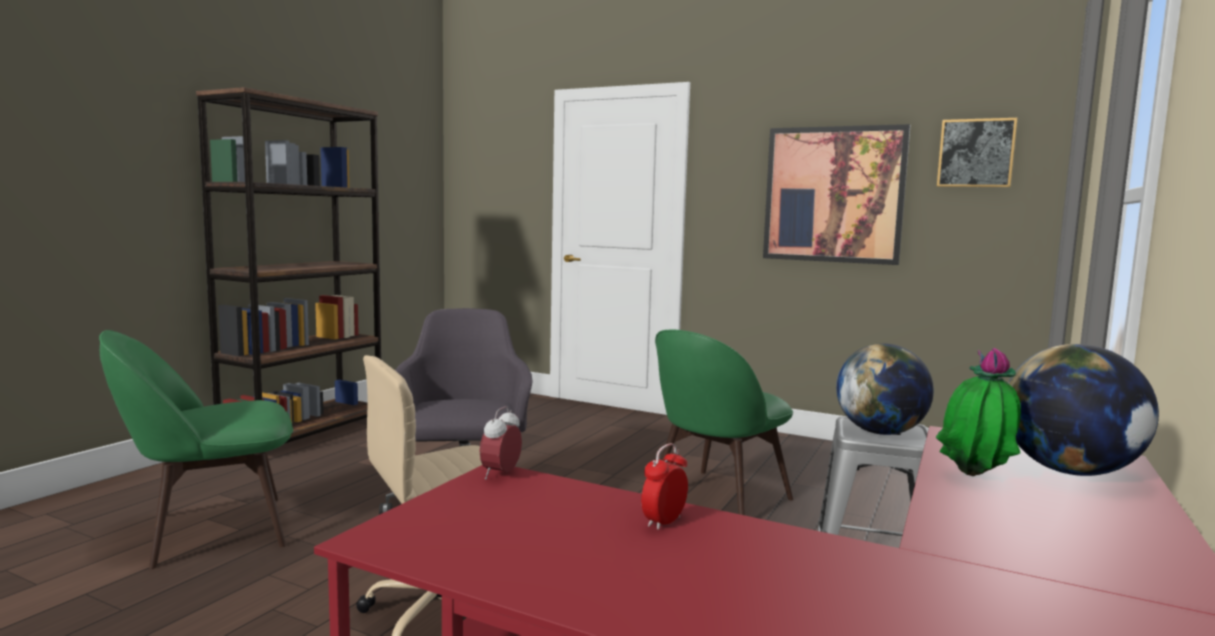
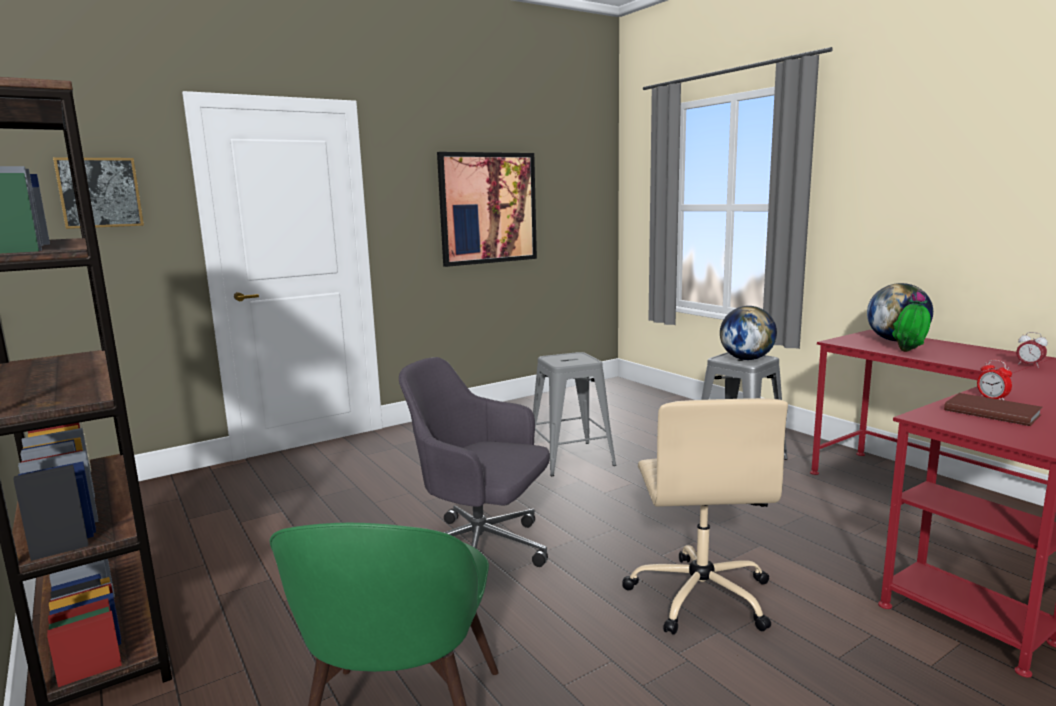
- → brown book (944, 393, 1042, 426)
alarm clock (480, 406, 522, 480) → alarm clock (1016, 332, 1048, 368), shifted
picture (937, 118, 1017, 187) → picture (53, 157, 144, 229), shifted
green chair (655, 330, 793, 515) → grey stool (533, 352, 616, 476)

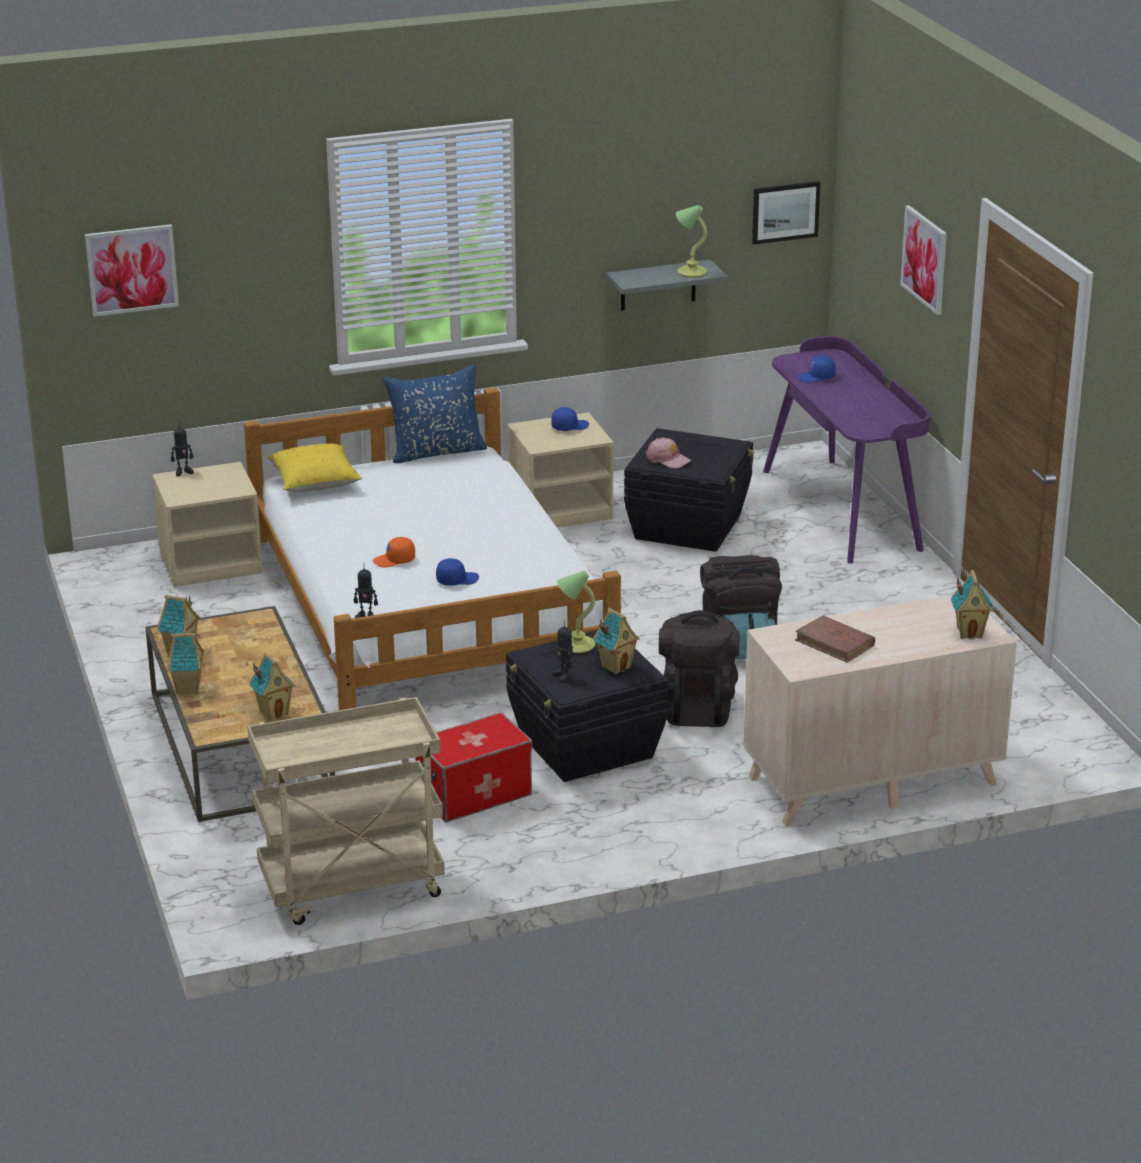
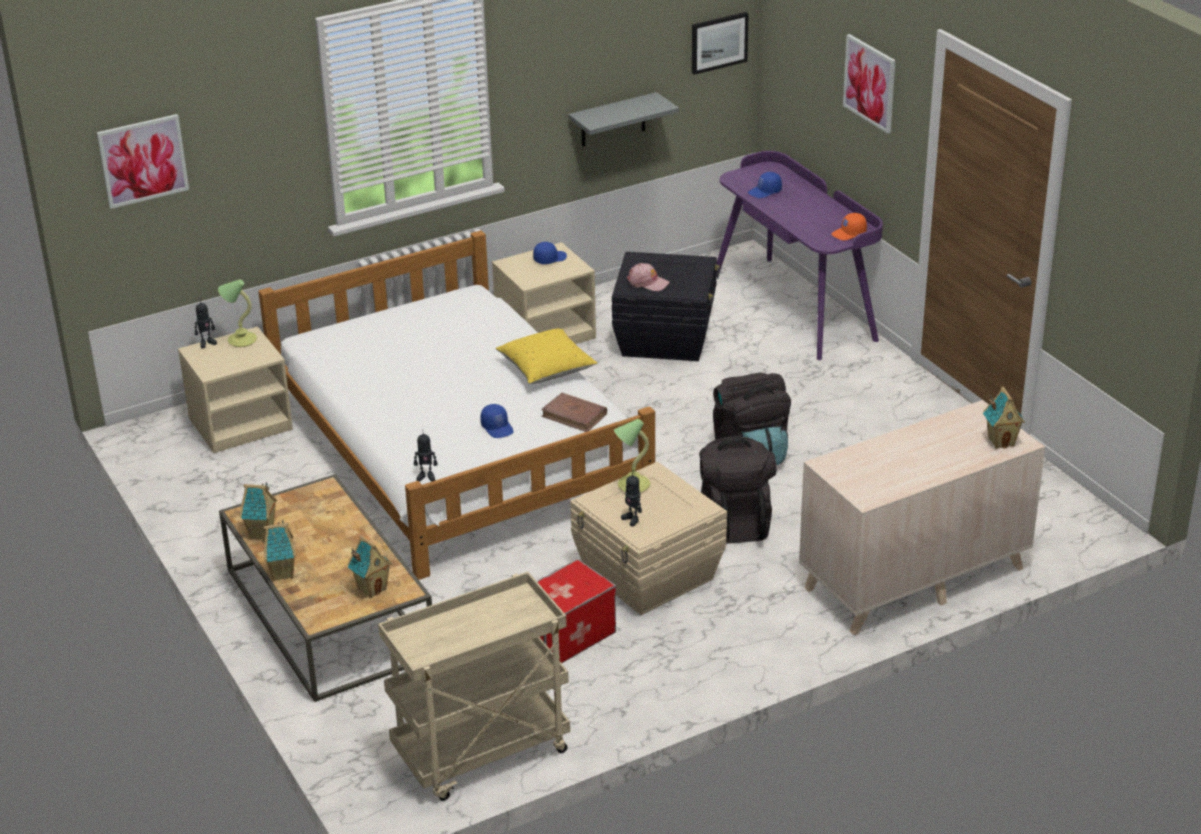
blue pillow (383, 365, 487, 463) → -
toy house (593, 608, 640, 675) → -
yellow pillow (268, 444, 362, 492) → yellow pillow (496, 329, 597, 384), shifted
orange cap (373, 537, 415, 568) → orange cap (832, 213, 867, 240), shifted
table lamp (676, 205, 707, 277) → table lamp (218, 279, 257, 347), shifted
brown book (795, 615, 875, 662) → brown book (541, 393, 607, 432), shifted
black storage box (506, 630, 668, 782) → beige storage box (570, 462, 727, 615)
blue cap (436, 558, 479, 586) → blue cap (480, 404, 514, 438), 90 degrees clockwise

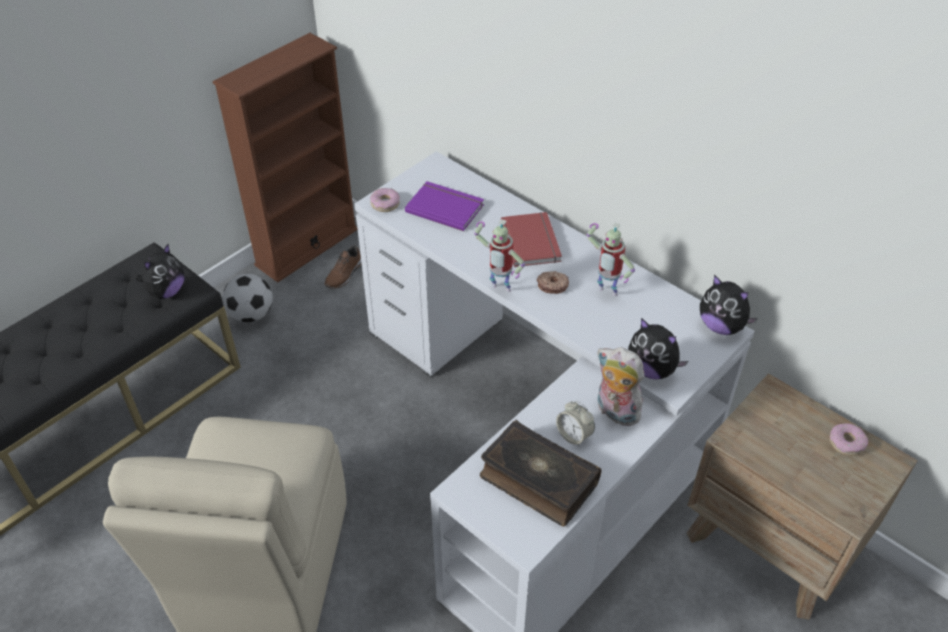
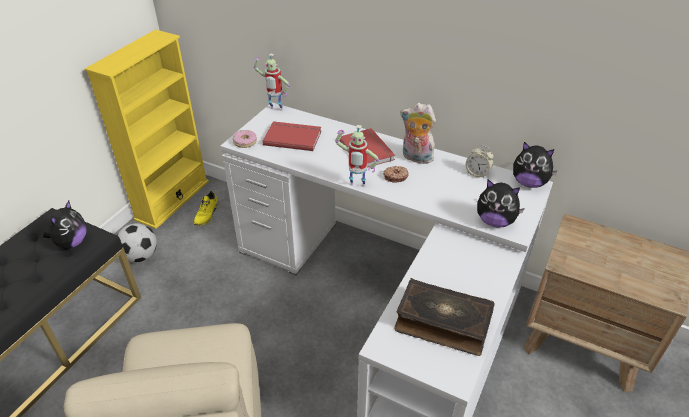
donut (830, 423, 868, 456) → -
alarm clock (556, 401, 595, 446) → alarm clock (466, 145, 494, 178), shifted
toy robot (587, 222, 635, 296) → toy robot (254, 54, 290, 111), shifted
plush toy (598, 347, 644, 426) → plush toy (400, 103, 436, 164), shifted
brown bookcase (212, 33, 358, 282) → yellow bookcase (85, 30, 209, 229)
brown shoe (324, 245, 362, 288) → yellow shoe (194, 191, 219, 226)
purple book (405, 181, 484, 231) → red book (263, 121, 321, 151)

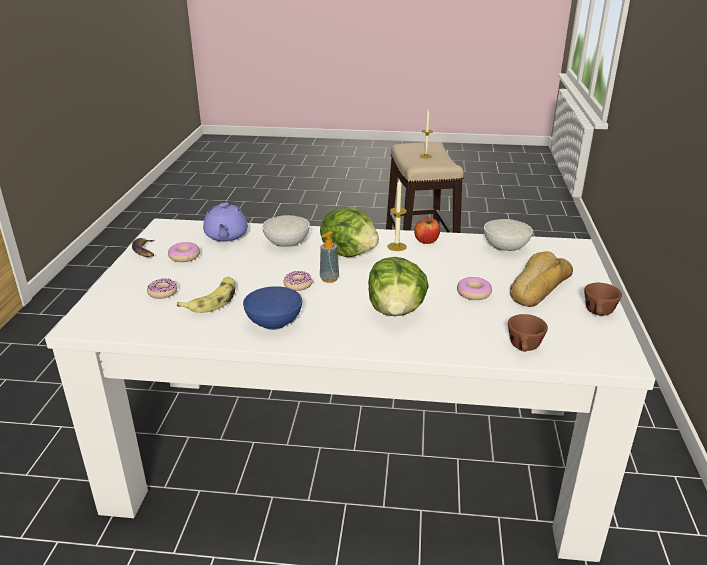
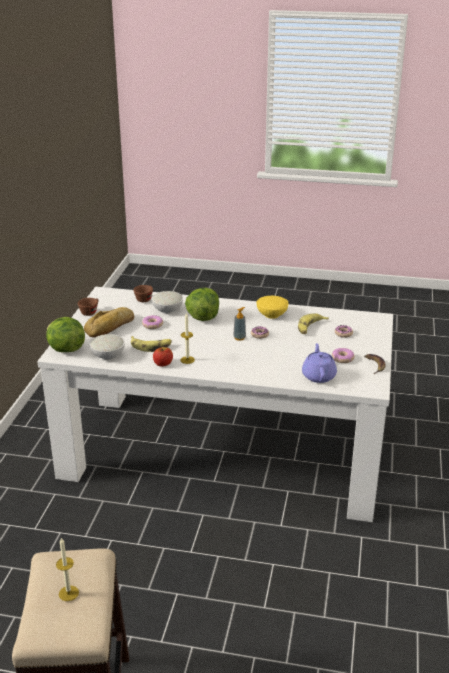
- → banana (131, 336, 172, 352)
white bowl (262, 215, 310, 248) → white bowl (151, 291, 183, 314), shifted
lettuce (320, 207, 379, 257) → lettuce (46, 317, 85, 352), shifted
blue bowl (243, 286, 302, 330) → yellow bowl (256, 296, 289, 319)

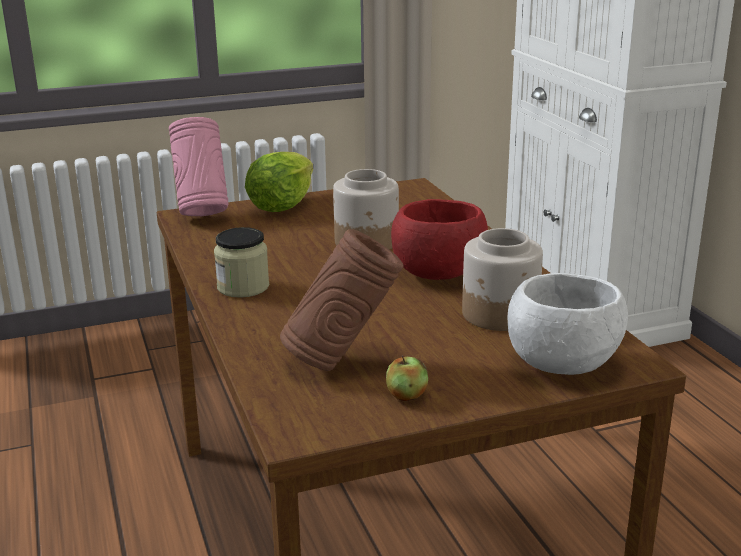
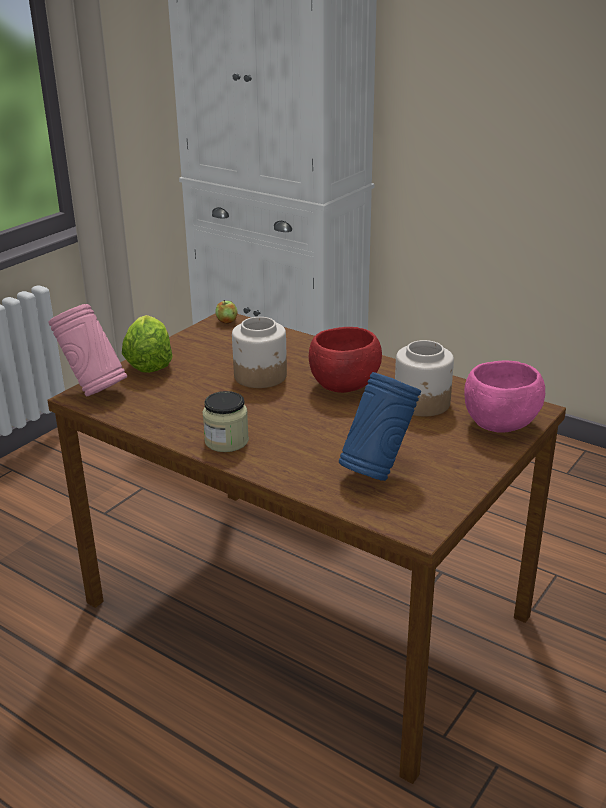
apple (386, 355, 428, 401) → apple (215, 300, 238, 324), shifted
brown vase (280, 229, 403, 371) → blue vase (339, 372, 421, 481)
white bowl (508, 273, 628, 375) → pink bowl (464, 360, 545, 433)

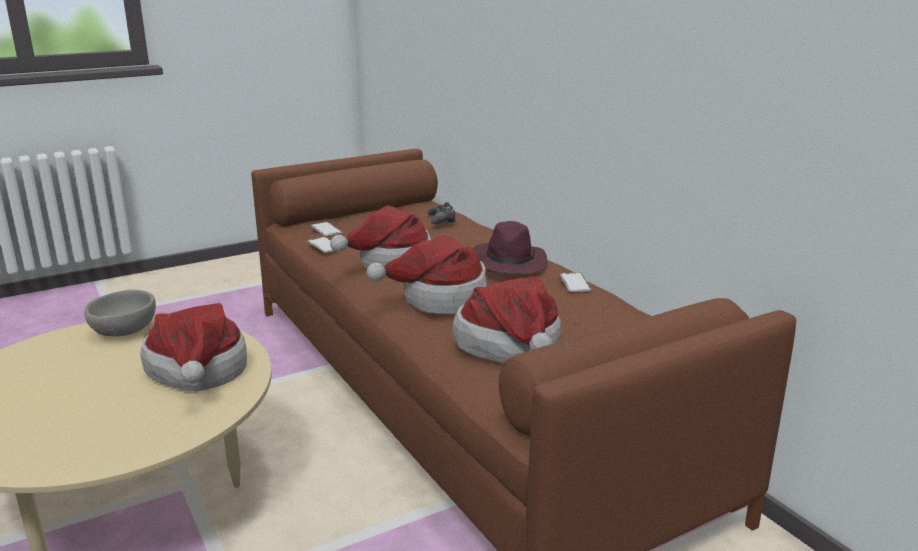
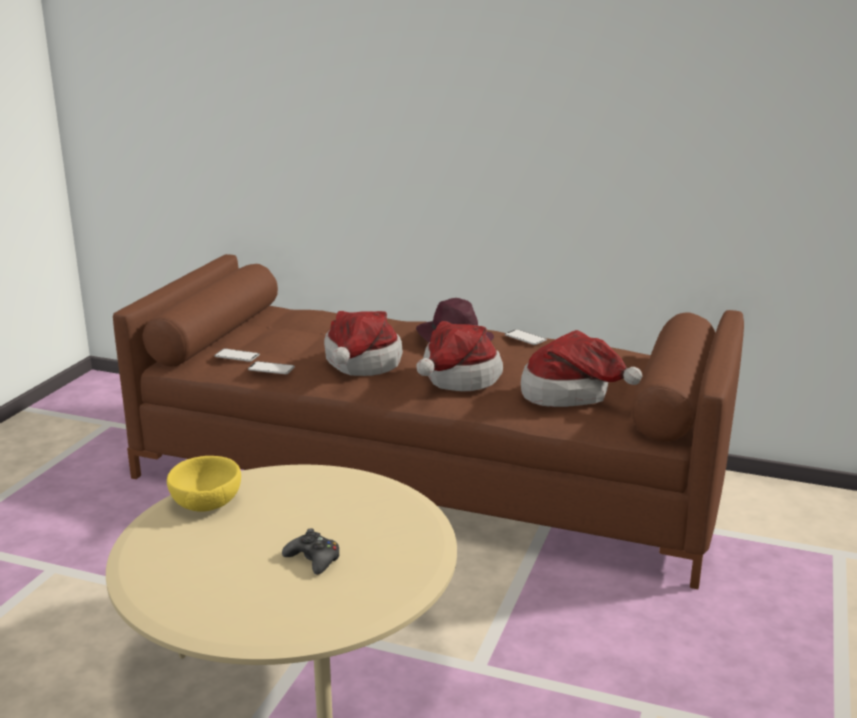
hat (140, 303, 247, 391) → -
black game controller (428, 202, 456, 224) → black game controller (282, 528, 340, 575), shifted
grey bowl (84, 290, 156, 336) → yellow bowl (167, 456, 241, 512)

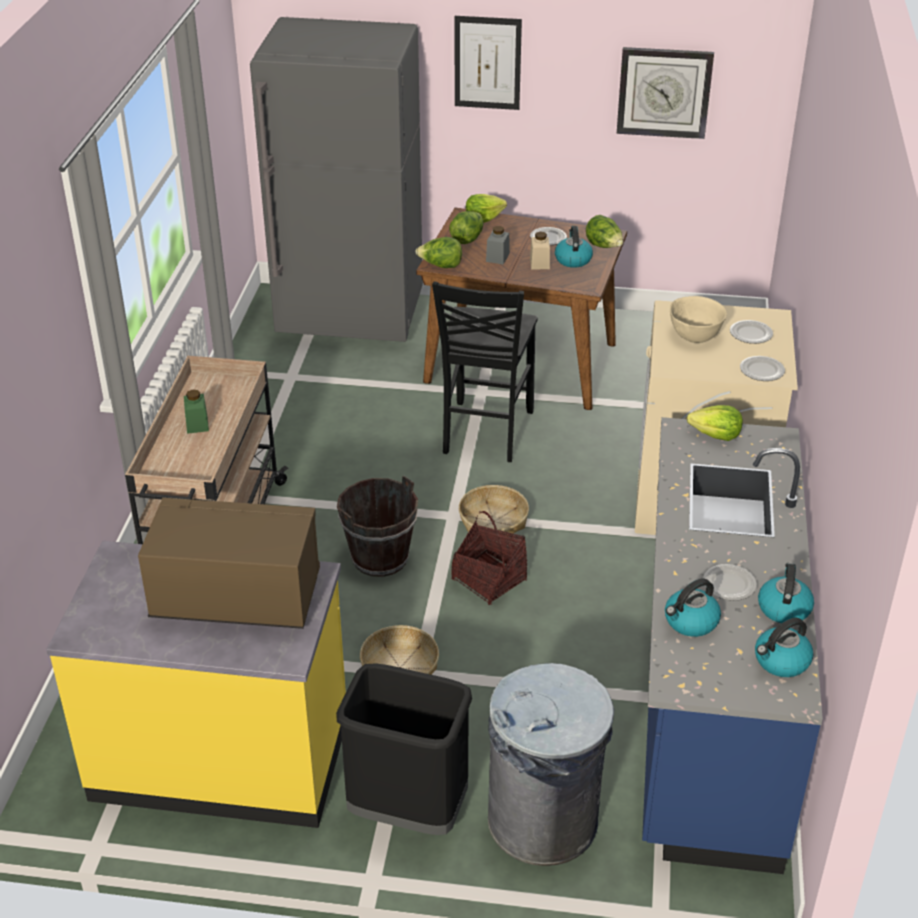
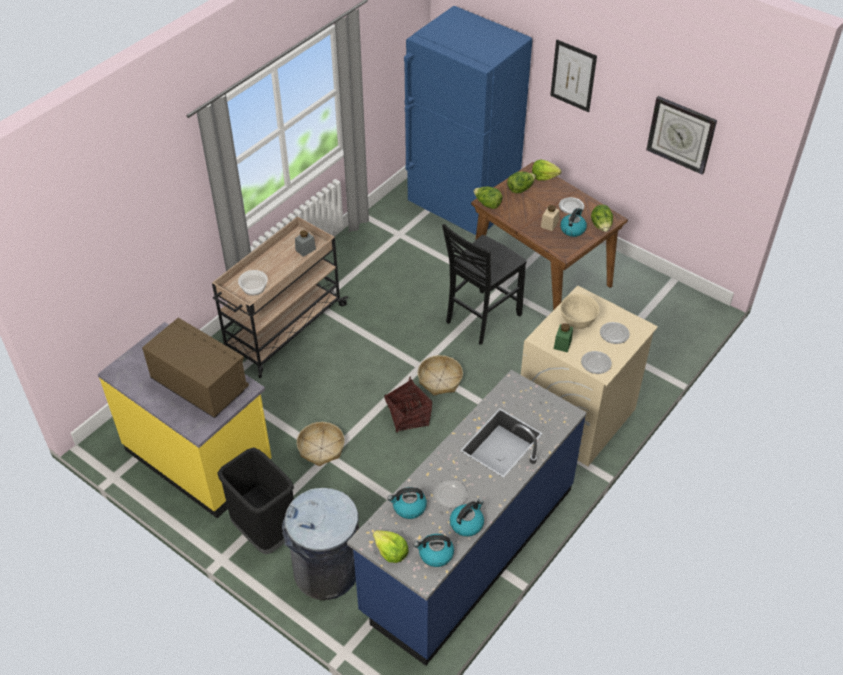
brown bucket (337, 476, 418, 577) → -
- → bowl (238, 270, 268, 296)
green jar (184, 390, 209, 434) → green jar (554, 323, 573, 353), shifted
grey jar (486, 226, 510, 264) → grey jar (295, 230, 316, 257), shifted
lettuce (687, 405, 743, 441) → lettuce (373, 530, 409, 563), shifted
grey fridge (250, 17, 423, 342) → blue fridge (404, 6, 532, 235)

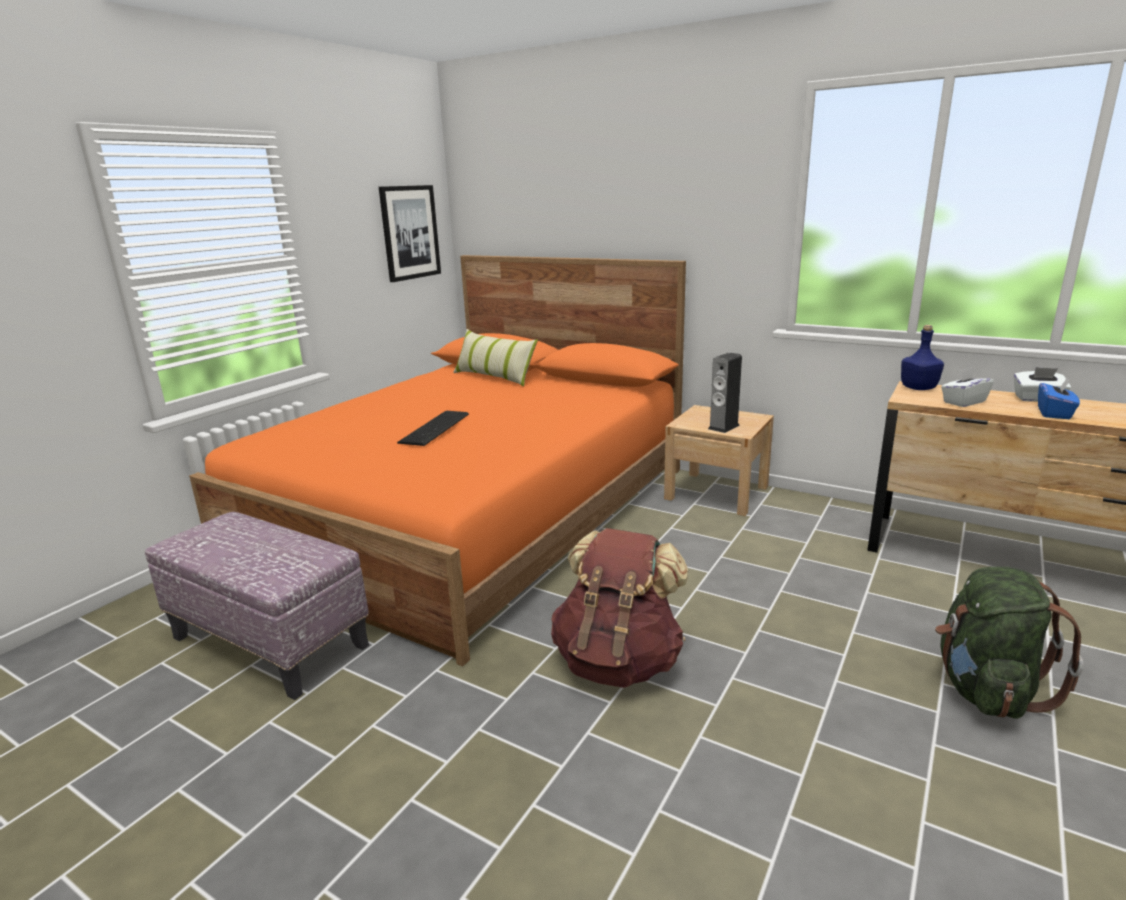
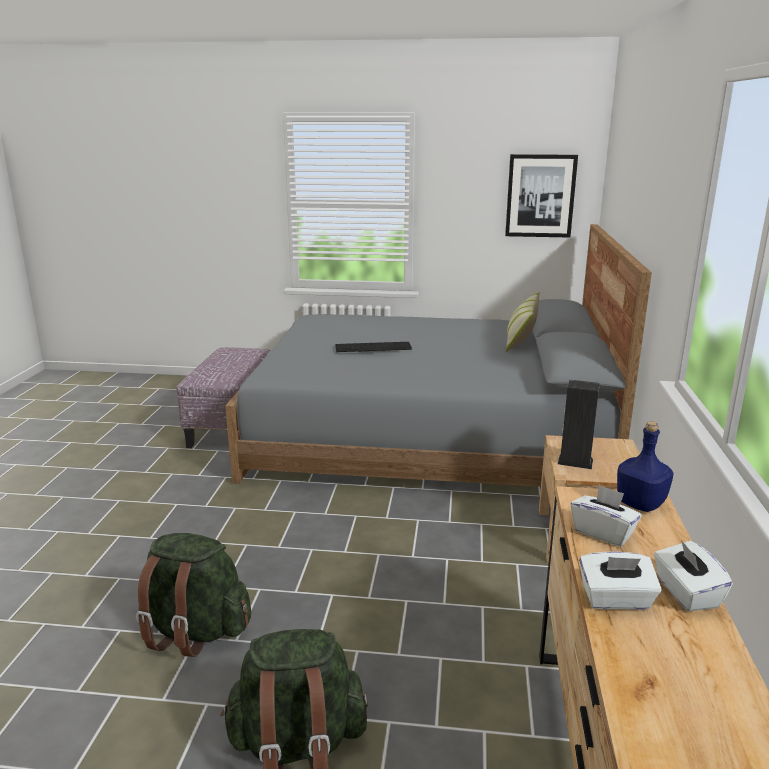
brown backpack (551, 528, 688, 688) → -
- → green backpack (136, 533, 251, 657)
orange bed (189, 255, 686, 666) → grey bed (225, 224, 652, 487)
blue tissue box (1038, 378, 1080, 419) → white tissue box (579, 551, 661, 610)

